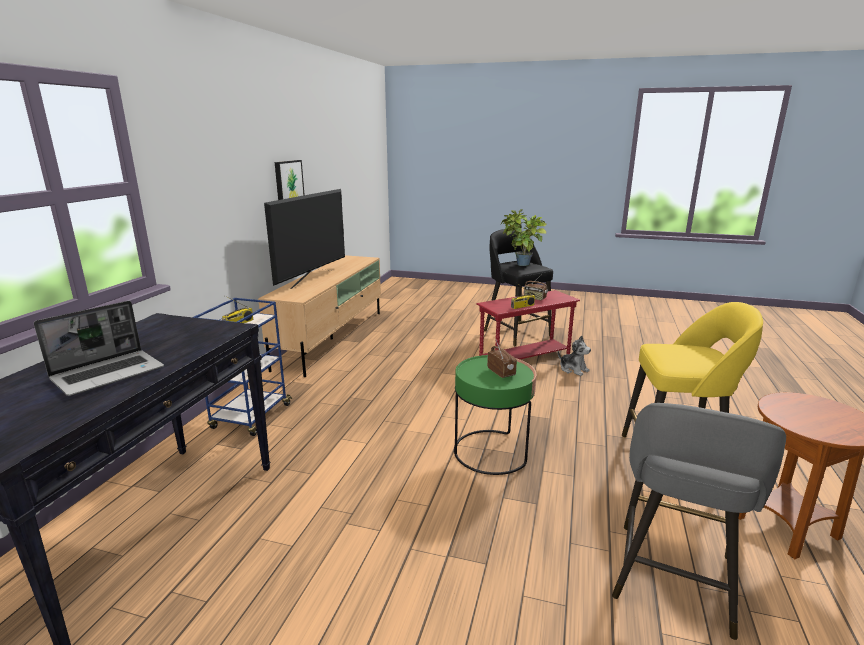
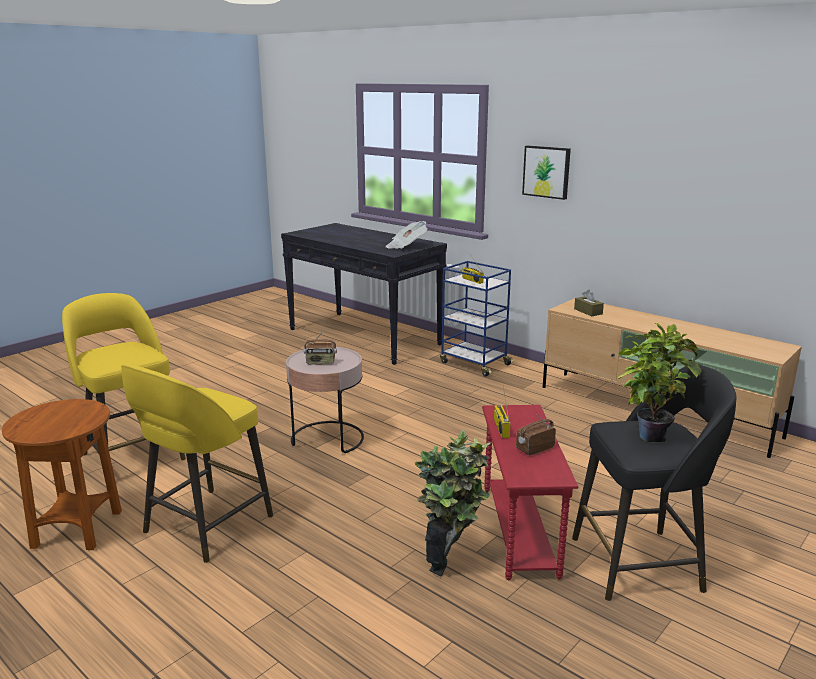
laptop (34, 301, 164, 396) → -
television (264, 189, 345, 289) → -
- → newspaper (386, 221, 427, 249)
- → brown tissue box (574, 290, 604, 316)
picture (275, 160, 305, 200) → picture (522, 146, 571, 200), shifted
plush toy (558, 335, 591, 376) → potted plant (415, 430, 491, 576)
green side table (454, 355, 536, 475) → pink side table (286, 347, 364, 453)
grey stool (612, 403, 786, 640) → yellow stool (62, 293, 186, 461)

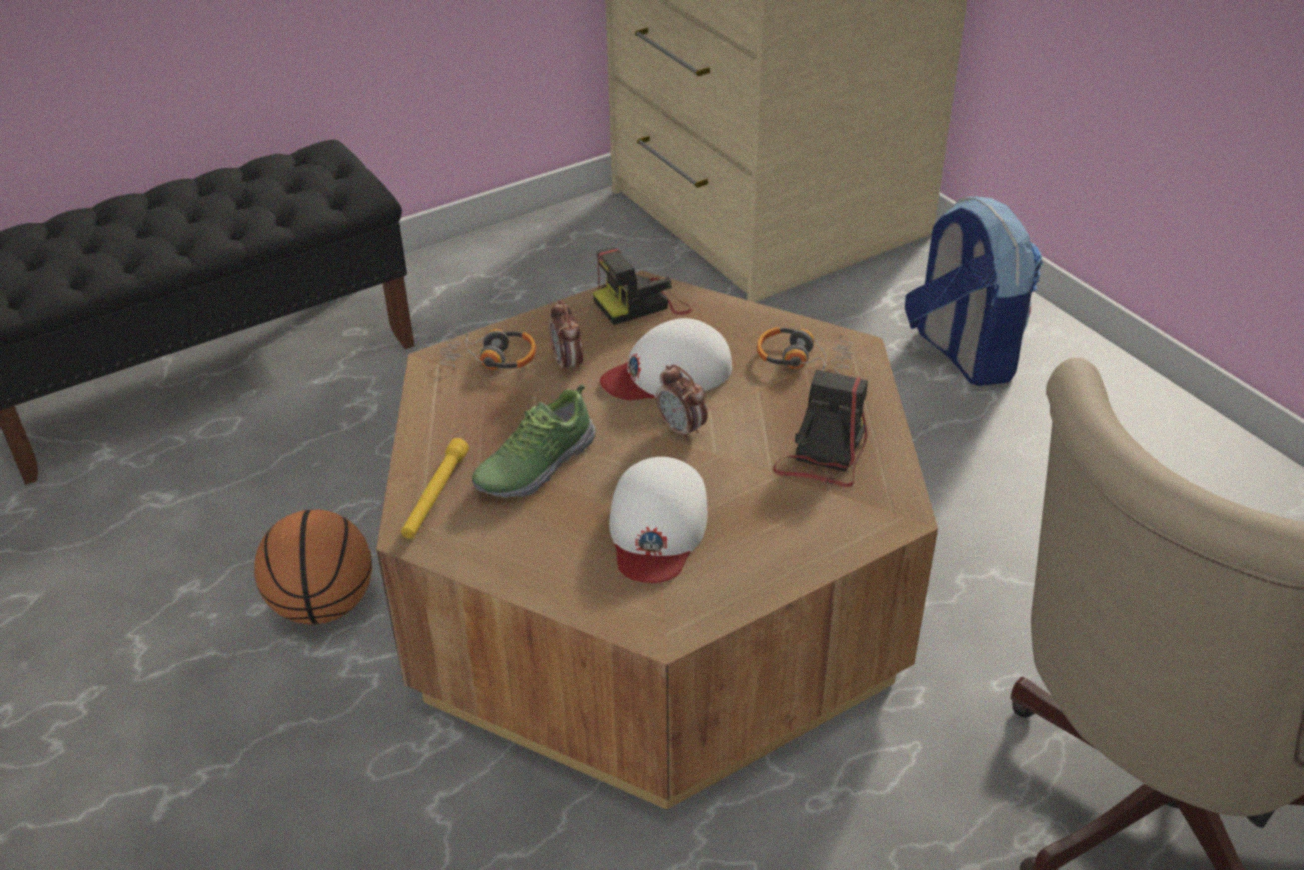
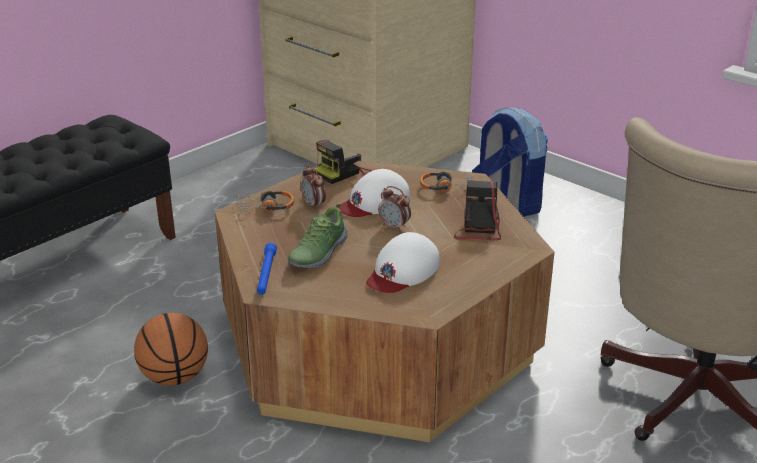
yellow flashlight (401, 438, 469, 539) → blue flashlight (257, 243, 277, 295)
white cap (609, 457, 707, 583) → white cap (366, 232, 440, 293), 45 degrees clockwise

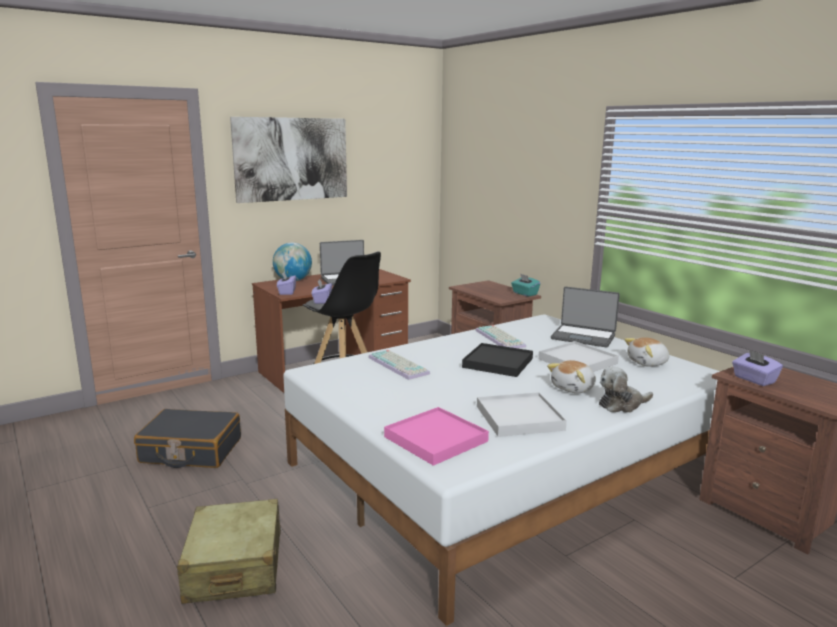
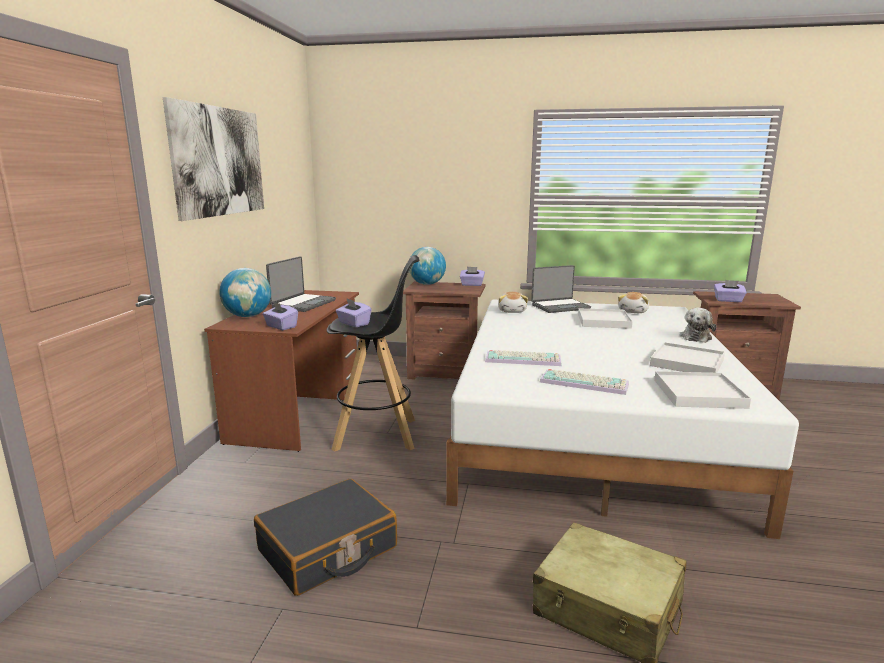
black tray (462, 343, 533, 377) → -
- → globe (409, 247, 446, 285)
keyboard (475, 325, 526, 349) → keyboard (540, 369, 629, 395), shifted
plush toy (547, 360, 596, 393) → plush toy (498, 292, 528, 313), shifted
pink tray (384, 407, 489, 466) → white tray (654, 371, 751, 409)
turquoise tissue box (511, 274, 541, 297) → purple tissue box (460, 267, 485, 286)

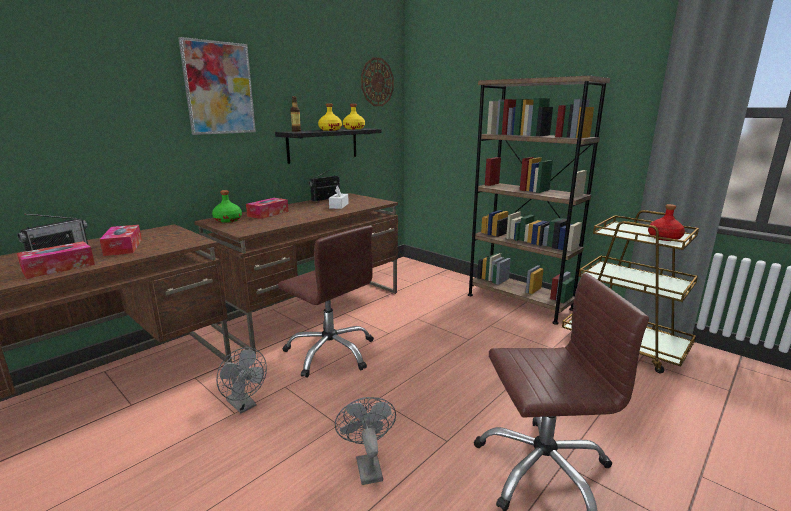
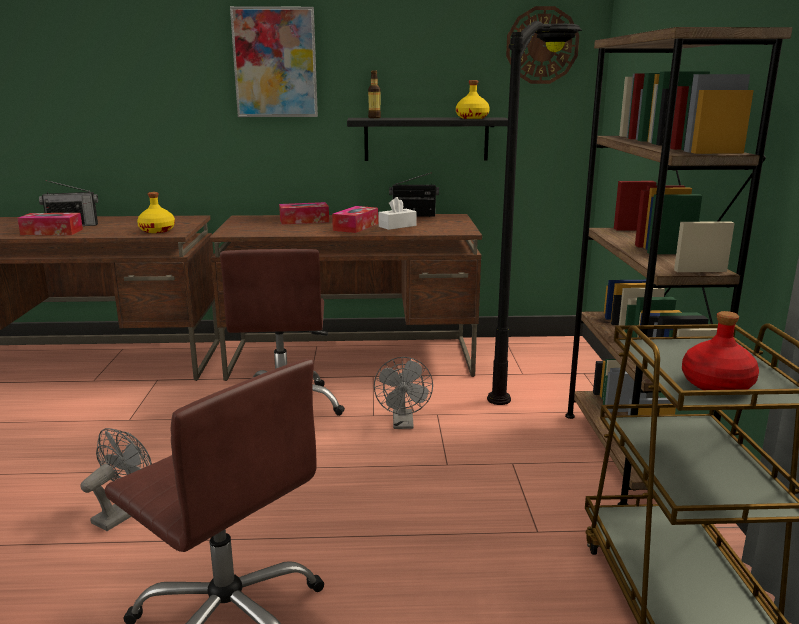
green bottle (212, 190, 242, 223) → -
- → black floor lamp (487, 21, 582, 405)
tissue box (100, 225, 142, 256) → tissue box (332, 206, 378, 233), shifted
grey fan (216, 347, 267, 414) → grey fan (374, 357, 433, 429), shifted
yellow bottle (318, 104, 342, 131) → yellow bottle (137, 192, 175, 233), shifted

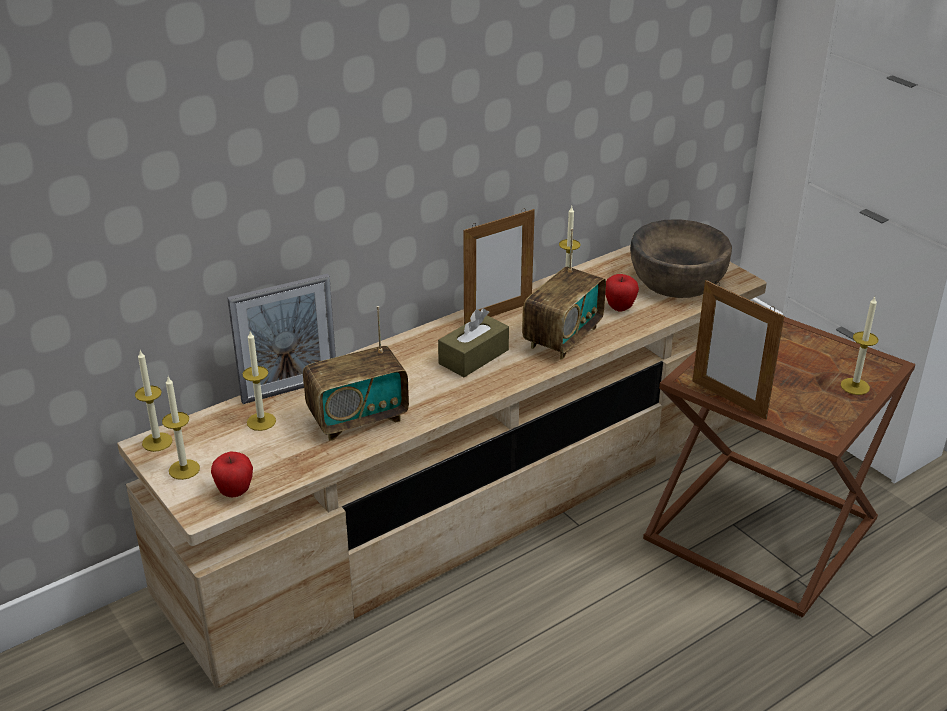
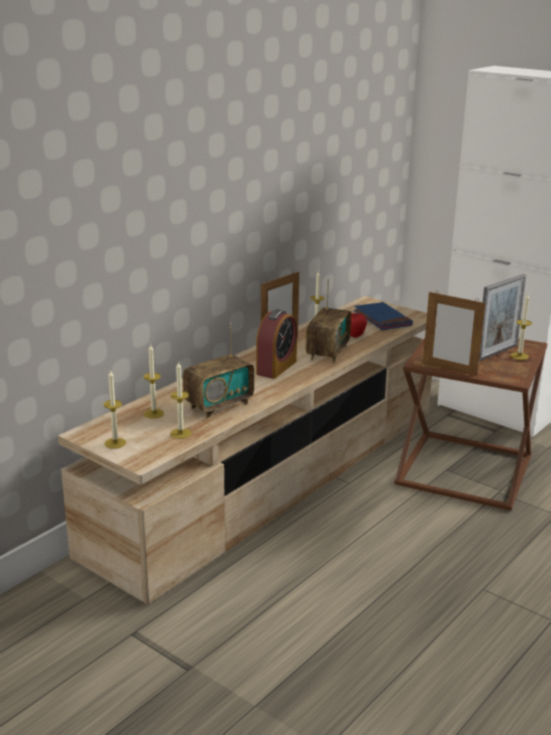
apple (211, 452, 253, 497) → -
candle (135, 350, 173, 452) → candle (170, 361, 191, 439), shifted
picture frame (227, 274, 336, 404) → picture frame (479, 274, 526, 361), shifted
brown tissue box (438, 308, 509, 377) → alarm clock (256, 309, 297, 379)
brown bowl (630, 219, 732, 298) → blue book (354, 302, 413, 330)

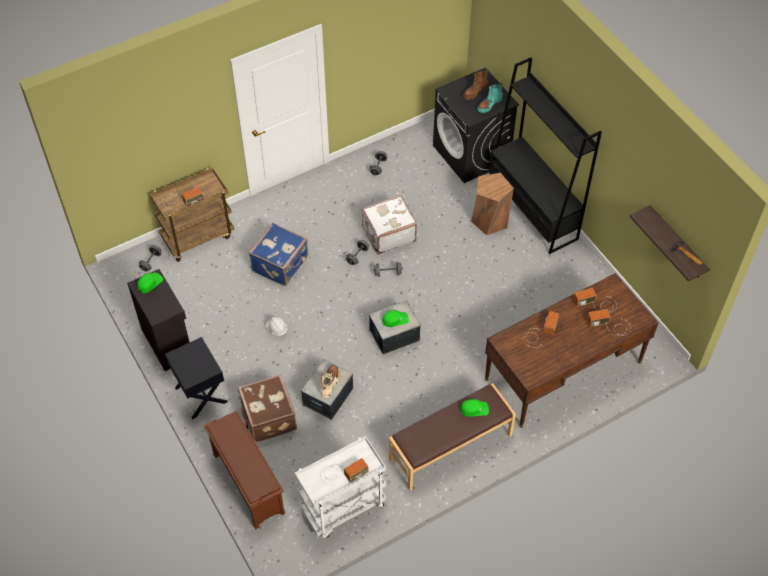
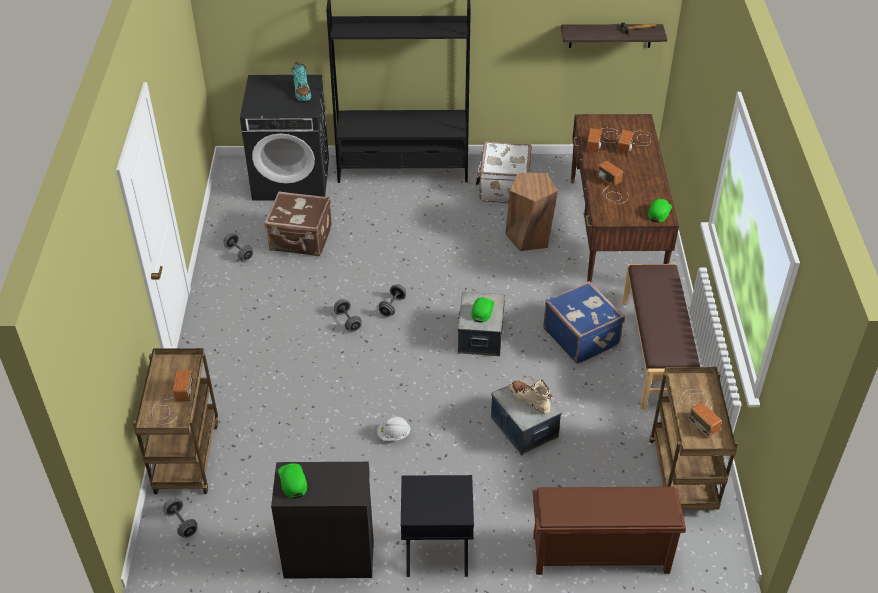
brown boot (463, 70, 488, 100) → -
brown suitcase (238, 374, 297, 443) → brown suitcase (265, 191, 332, 256), shifted
blue suitcase (249, 223, 308, 286) → blue suitcase (543, 281, 625, 364), shifted
white suitcase (361, 195, 417, 254) → white suitcase (476, 141, 531, 203), shifted
green cap (460, 399, 489, 417) → green cap (648, 199, 672, 222), shifted
brown stool (471, 173, 514, 235) → brown stool (505, 173, 558, 251), shifted
white cart (295, 436, 386, 538) → brown cart (650, 367, 738, 510)
radio (320, 458, 369, 486) → radio (680, 389, 722, 437), 150 degrees clockwise

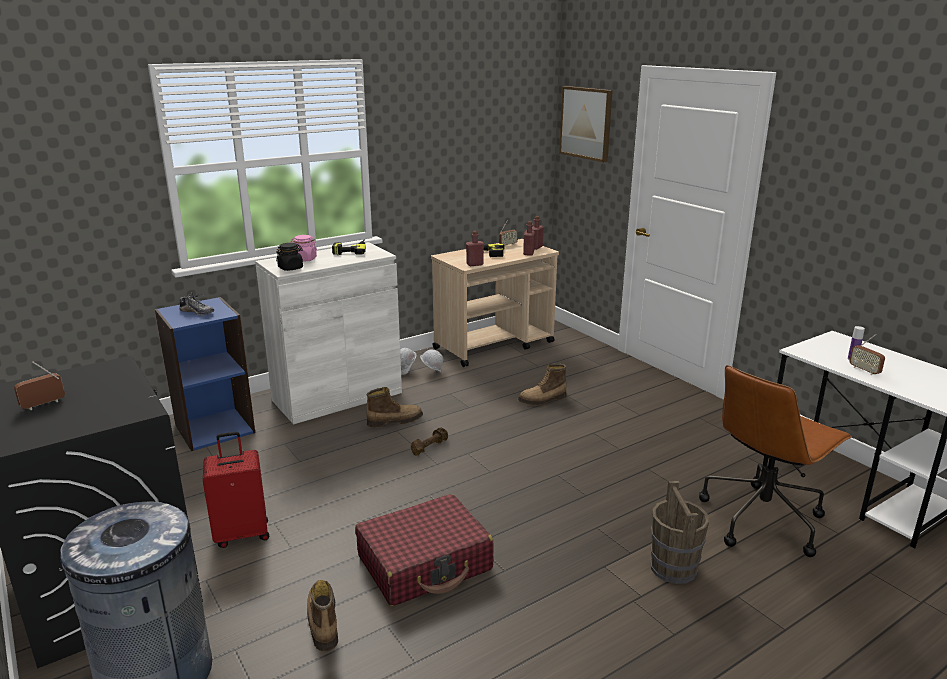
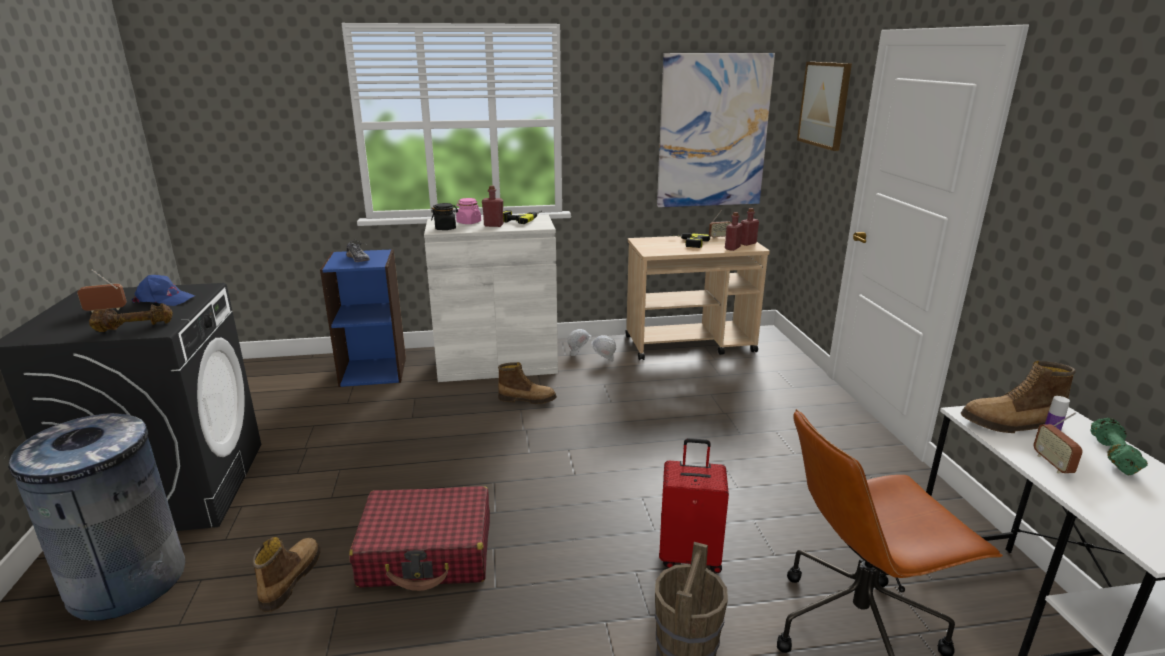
- → blue cap (131, 275, 195, 306)
- → picture (657, 53, 775, 207)
- → green dumbbell (1090, 418, 1148, 475)
red suitcase (203, 431, 269, 548) → red suitcase (659, 438, 729, 573), shifted
brown dumbbell (411, 428, 448, 456) → brown dumbbell (89, 303, 173, 332), shifted
red bottle (466, 231, 484, 266) → red bottle (482, 185, 504, 227), shifted
boot (518, 364, 567, 406) → boot (961, 361, 1076, 433), shifted

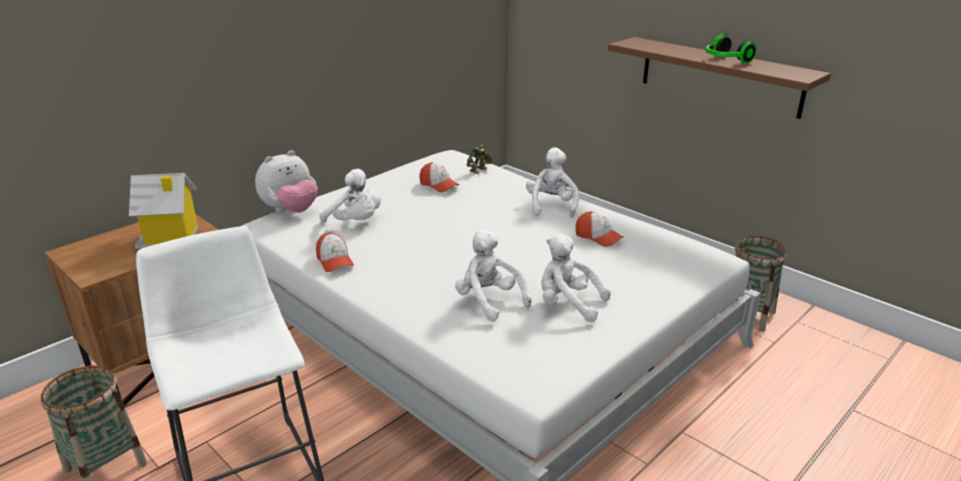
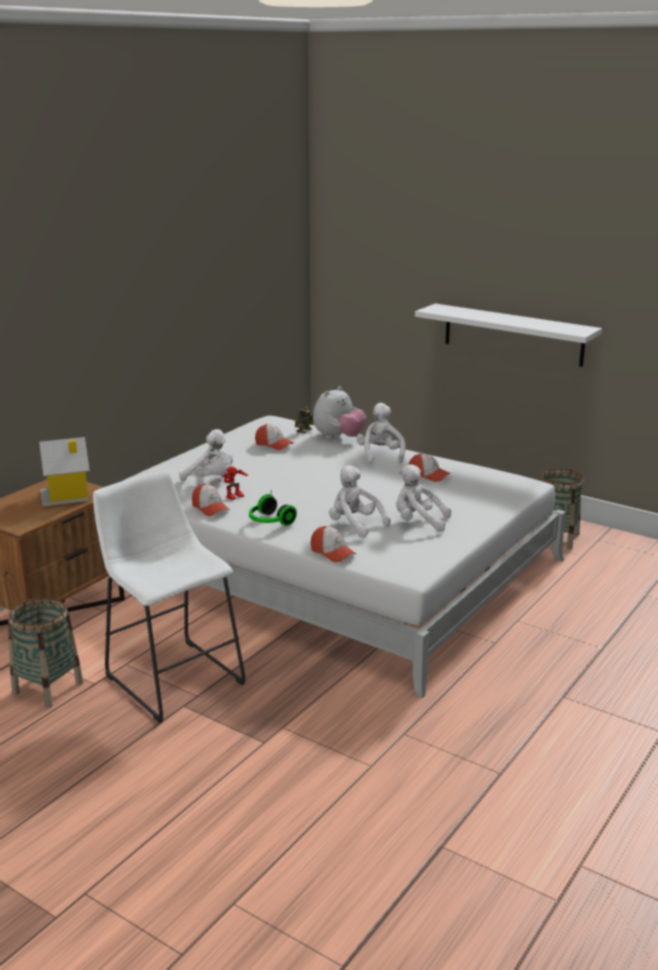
- → toy robot (222, 466, 248, 500)
- → cap (310, 526, 356, 562)
plush toy (255, 150, 318, 213) → plush toy (313, 386, 366, 439), shifted
headphones (706, 30, 757, 64) → headphones (249, 490, 297, 526), shifted
brown shelf (608, 37, 831, 119) → white shelf (415, 304, 602, 367)

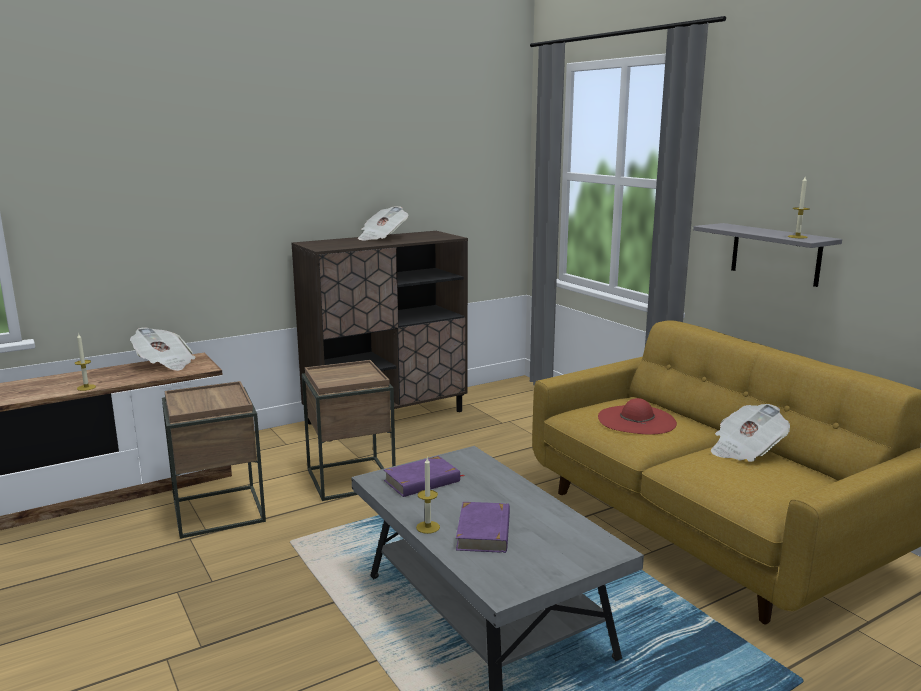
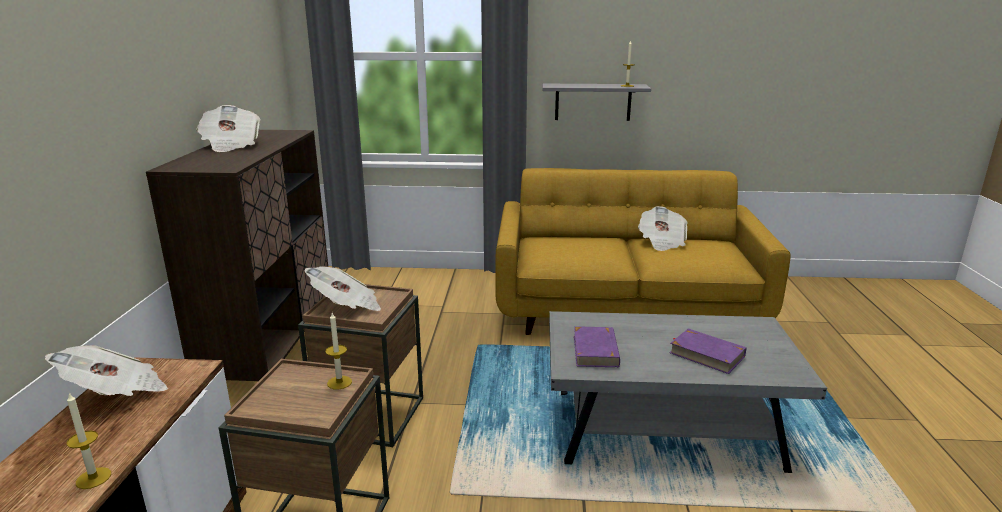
red hat (598, 398, 677, 435) → -
- → newspaper (304, 267, 381, 311)
candle (416, 458, 440, 534) → candle (325, 313, 352, 390), shifted

